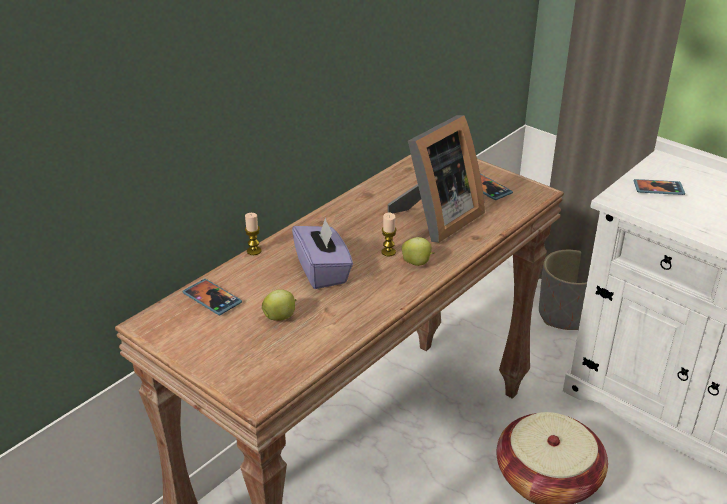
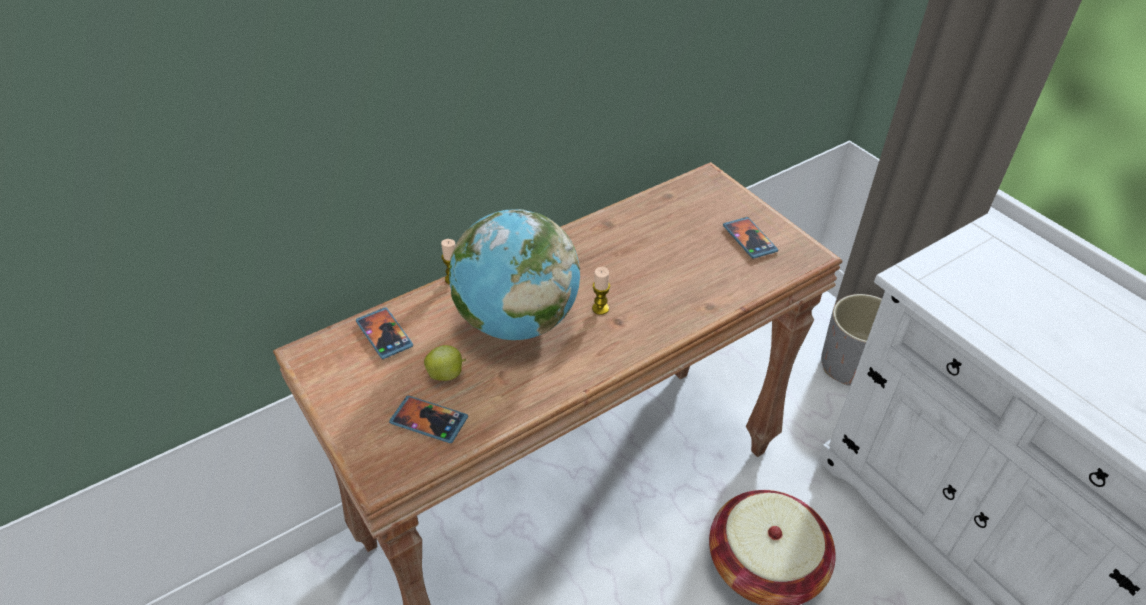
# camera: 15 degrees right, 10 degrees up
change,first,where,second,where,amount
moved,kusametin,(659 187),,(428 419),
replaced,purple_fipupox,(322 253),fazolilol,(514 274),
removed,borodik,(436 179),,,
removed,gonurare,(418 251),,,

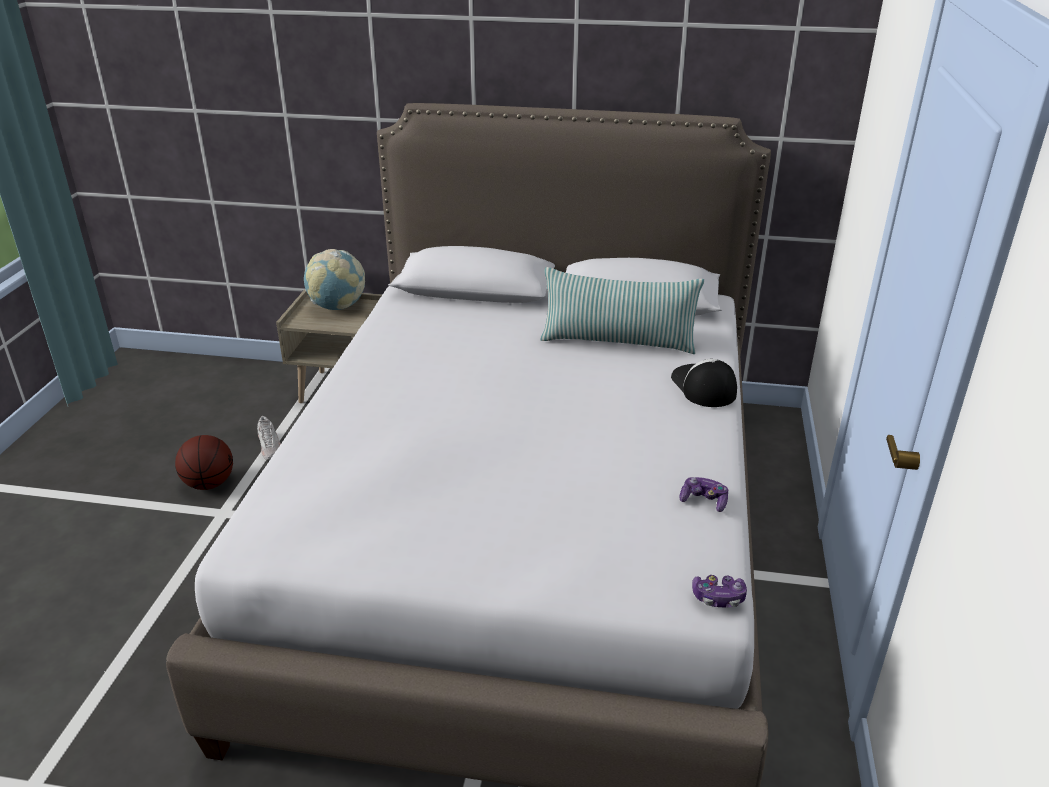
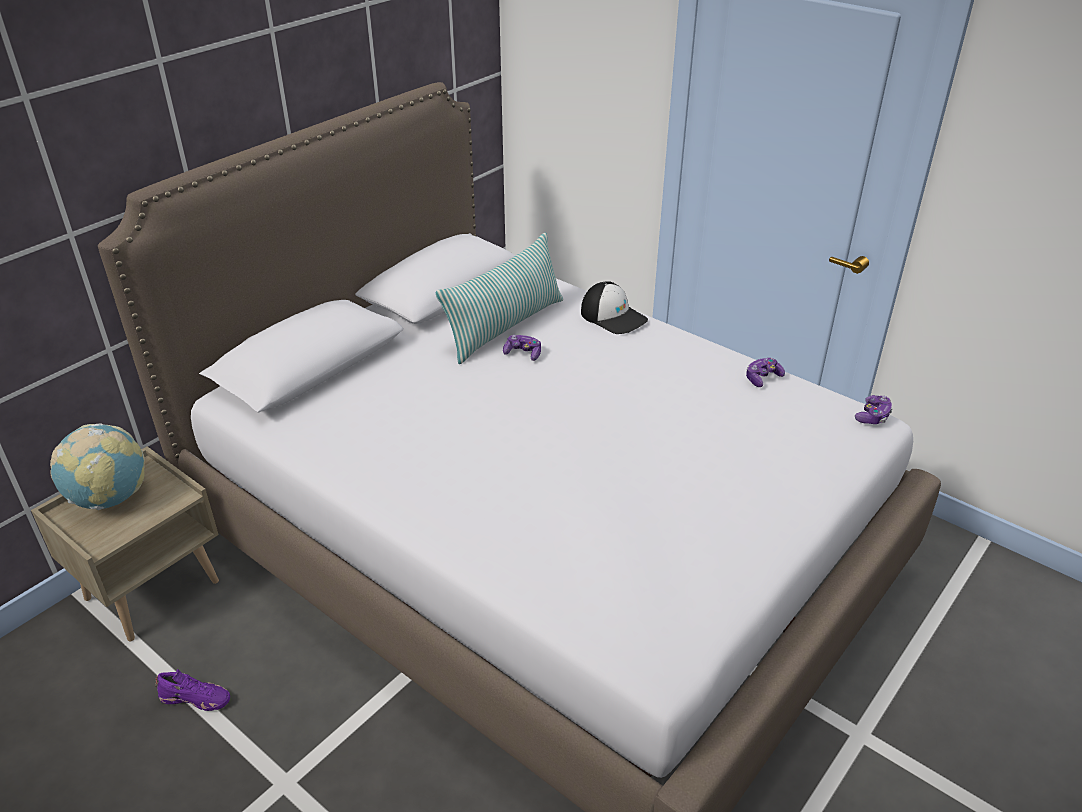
# camera: 60 degrees left, 5 degrees up
change,first,where,second,where,amount
recoloured,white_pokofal,(269 438),purple_pokofal,(192 690),
added,,,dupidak,(522 348),
turned,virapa,(704 383),,(614 307),150 degrees counterclockwise
removed,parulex,(204 462),,,

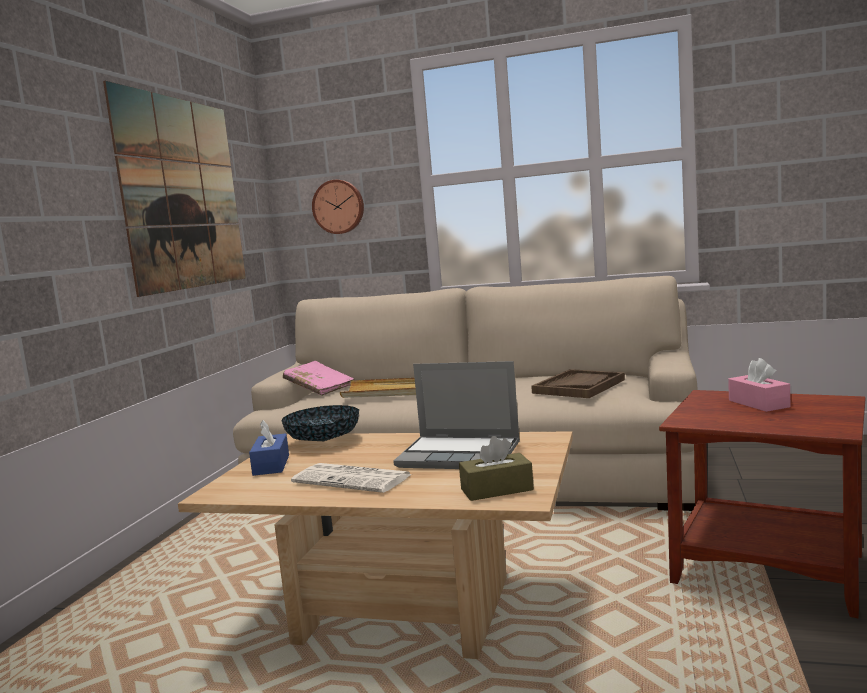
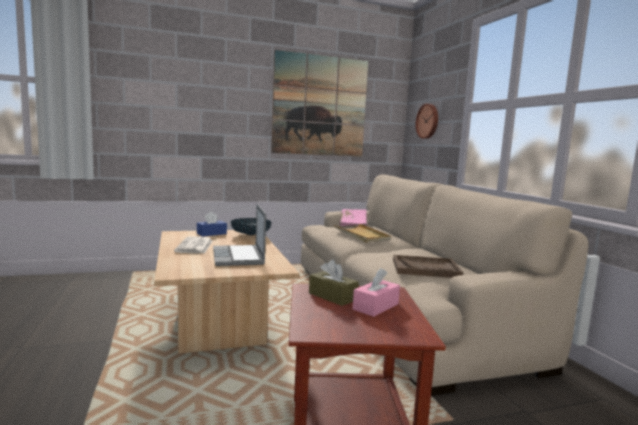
# camera: 55 degrees right, 0 degrees up
change,first,where,second,where,amount
moved,brown_fipupox,(496 468),,(334 283),

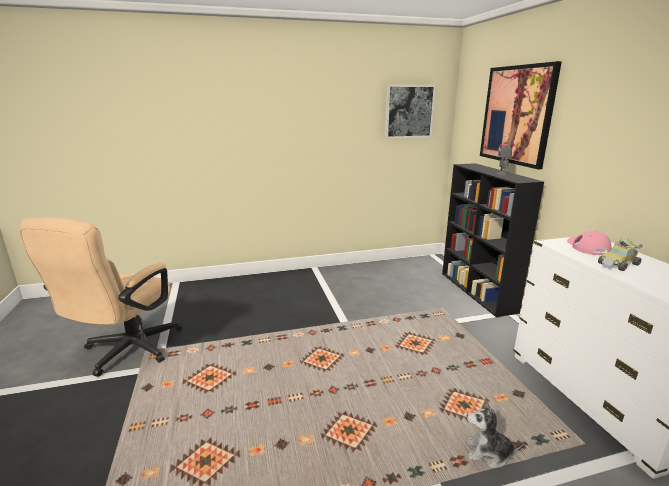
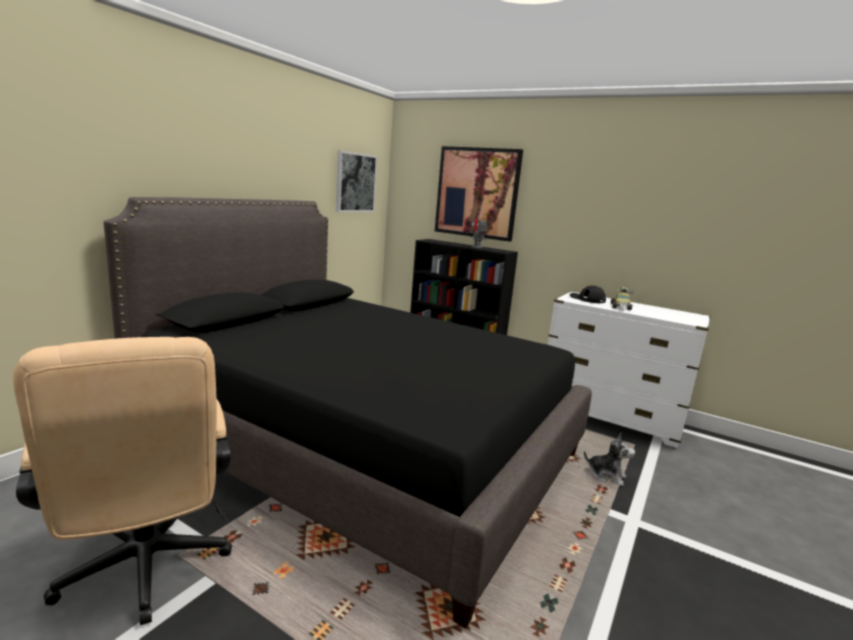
# camera: 45 degrees left, 5 degrees down
change,first,where,second,where,amount
added,,,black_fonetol,(348 412),
recoloured,pink_virapa,(589 243),black_virapa,(588 294),
turned,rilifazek,(495 434),,(610 459),120 degrees counterclockwise

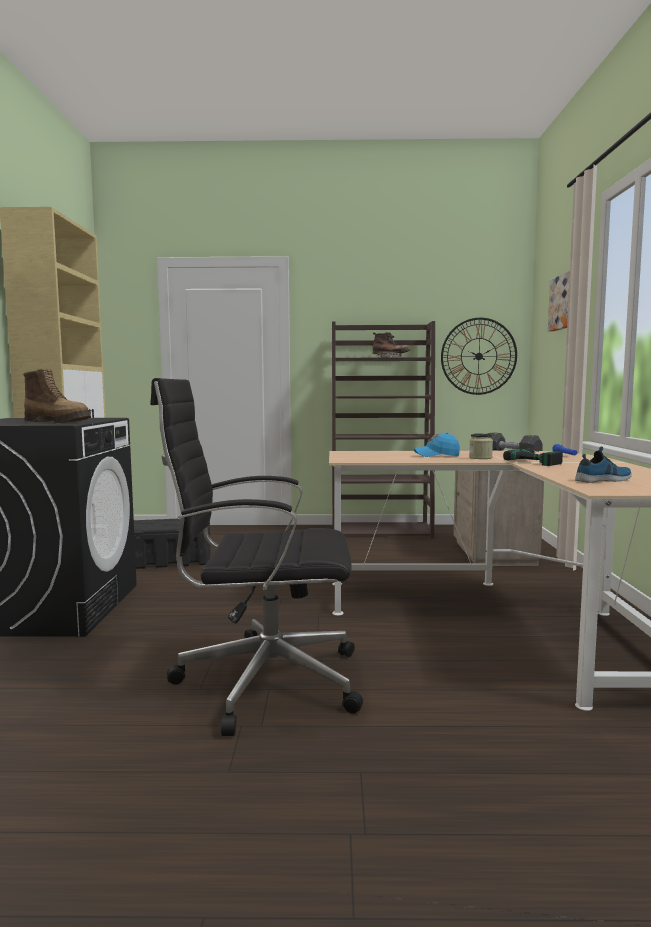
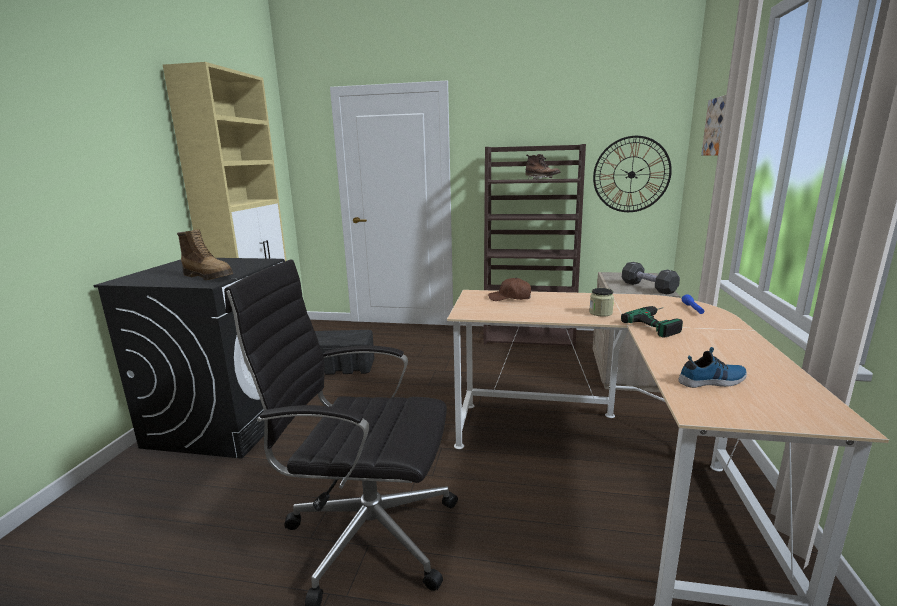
# camera: 10 degrees right, 10 degrees up
change,first,where,second,where,amount
added,,,brown_virapa,(509 289),
removed,blue_virapa,(437 445),,,

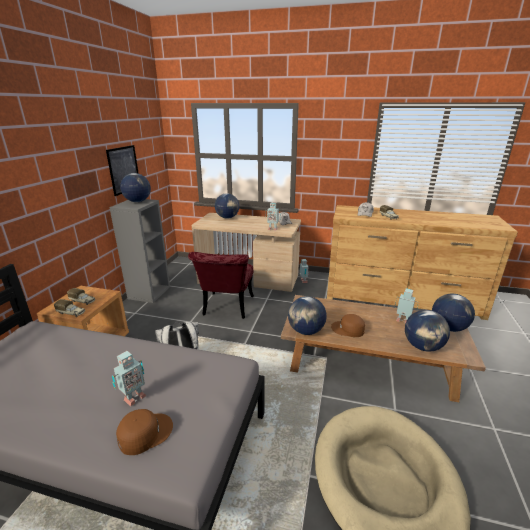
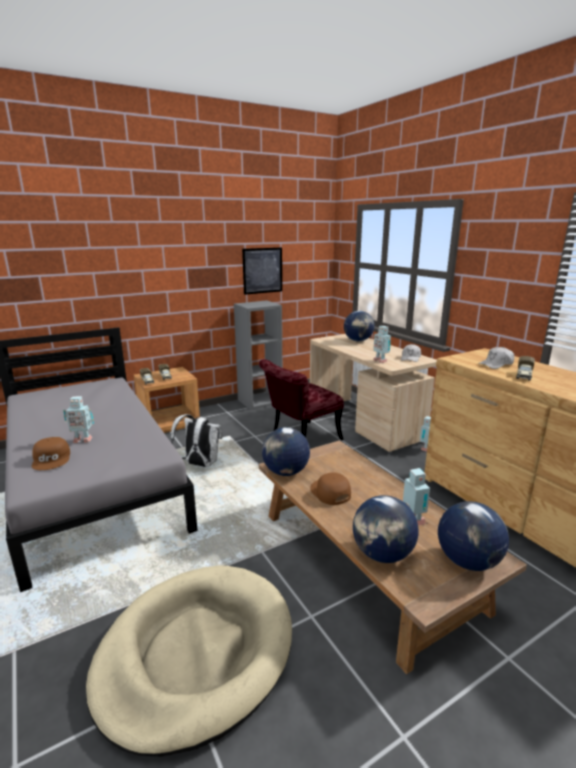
# camera: 45 degrees right, 5 degrees down
change,first,where,second,where,amount
turned,brown_virapa,(144 432),,(51 453),60 degrees clockwise
removed,fazolilol,(135 187),,,

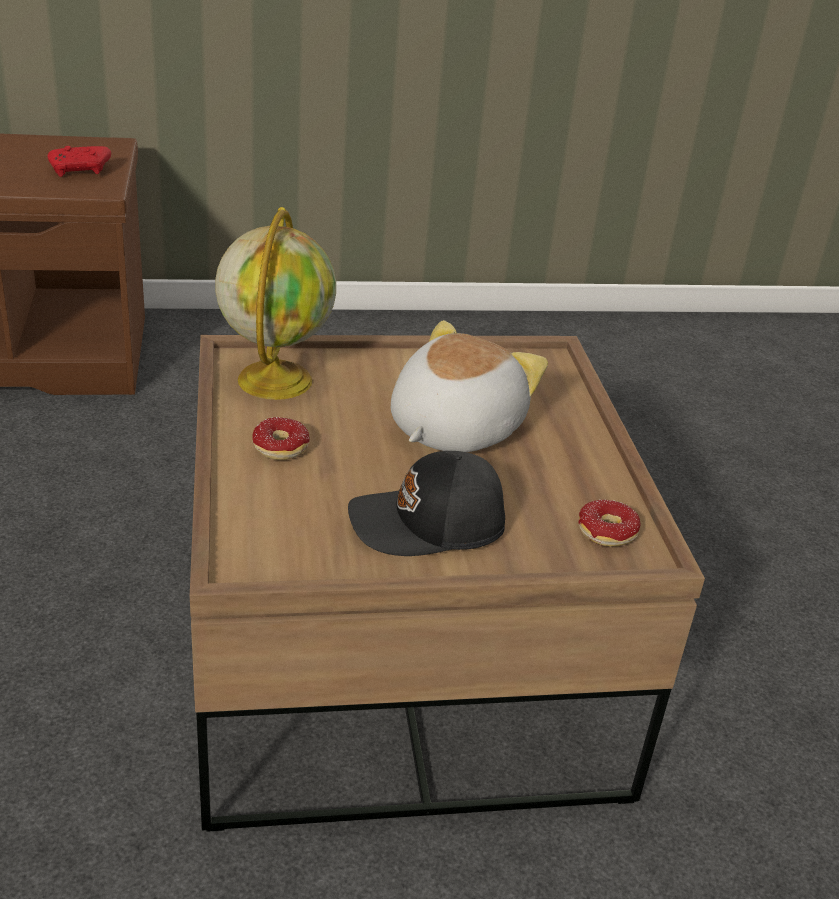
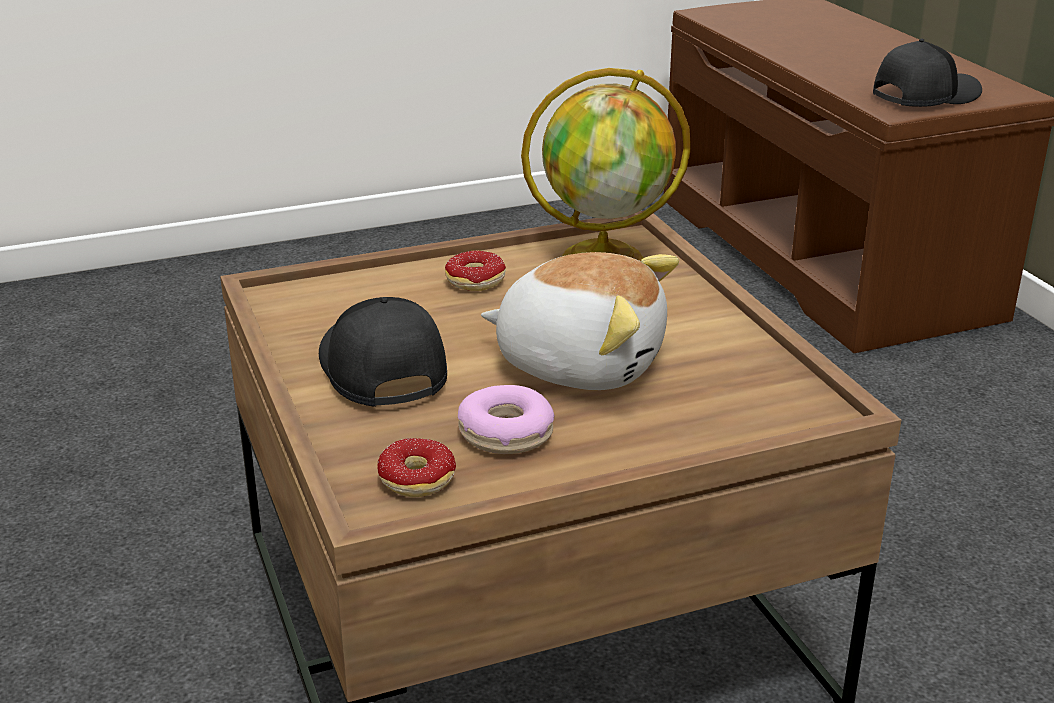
# camera: 80 degrees right, 5 degrees down
change,first,where,second,where,amount
added,,,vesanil,(506 419),
replaced,red_dupidak,(79 161),black_virapa,(927 73),

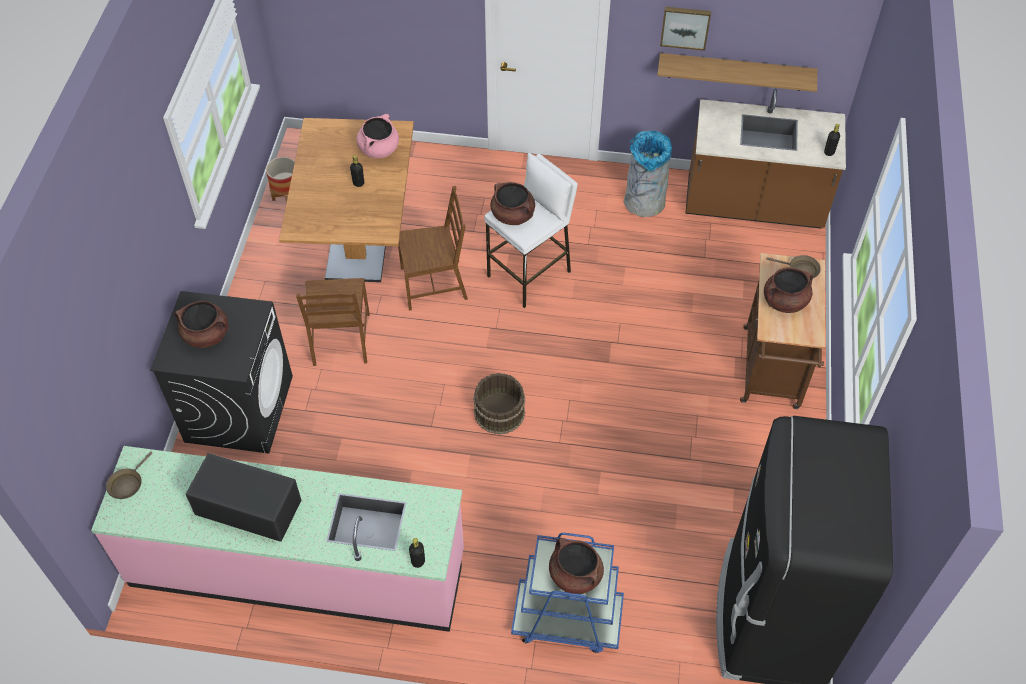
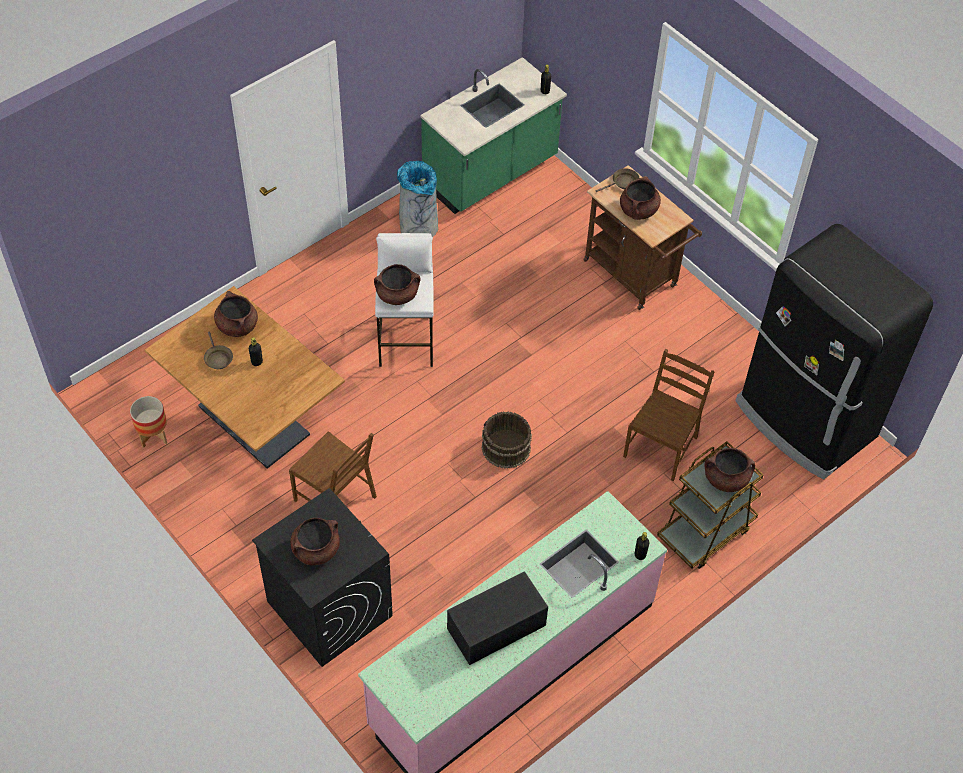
# camera: 50 degrees left, 0 degrees up
change,first,where,second,where,amount
moved,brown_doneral,(129 475),,(218 350),
recoloured,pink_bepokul,(378 136),brown_bepokul,(236 314),
recoloured,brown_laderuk,(765 158),green_laderuk,(493 135),
moved,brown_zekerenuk,(433 248),,(669 415),
recoloured,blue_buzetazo,(567 593),brown_buzetazo,(710 505),
removed,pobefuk,(737 72),,,
removed,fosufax,(685 29),,,

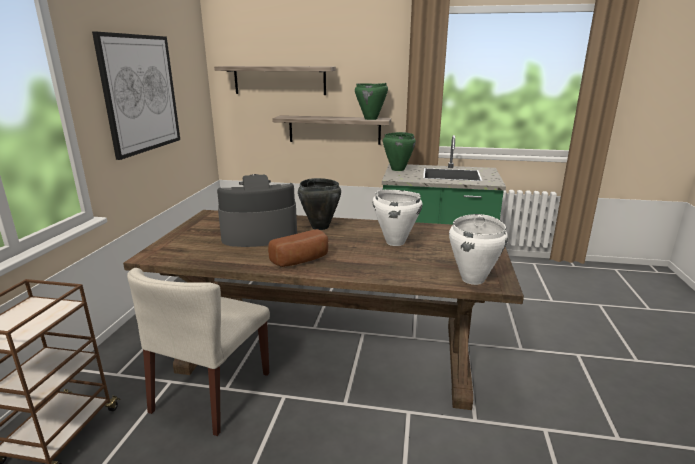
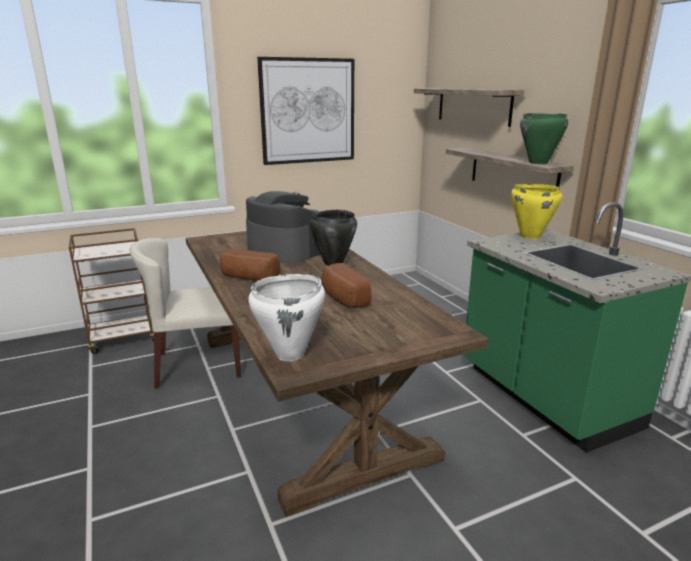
# camera: 55 degrees right, 0 degrees up
change,first,where,second,where,amount
replaced,white_bepokul,(398 218),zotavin,(346 285),
recoloured,green_bepokul,(399 151),yellow_bepokul,(536 211),

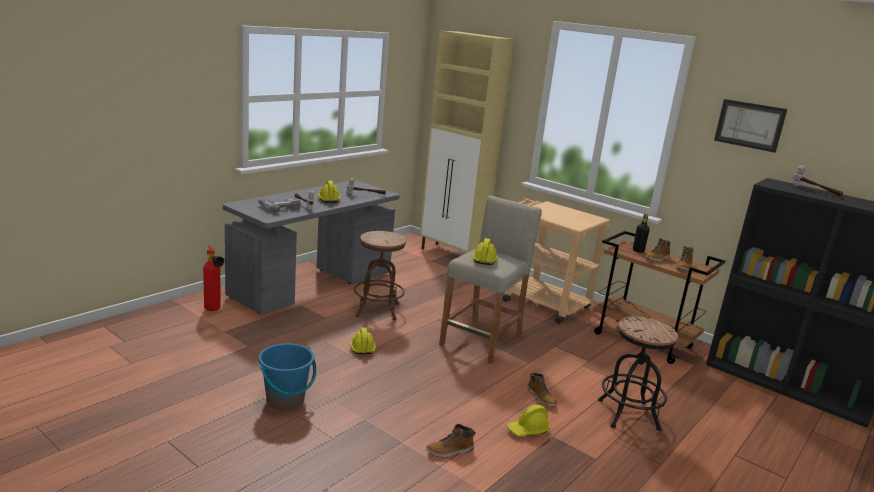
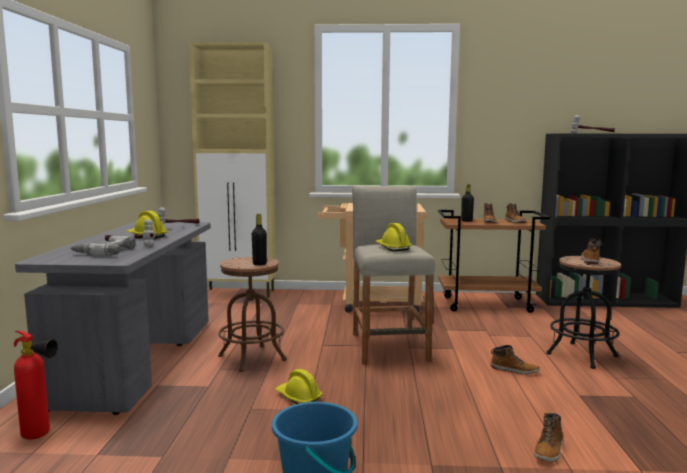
# camera: 35 degrees left, 10 degrees down
change,first,where,second,where,amount
added,,,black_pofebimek,(259 239),
added,,,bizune,(590 251),
removed,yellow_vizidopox,(529 420),,,
removed,fosufax,(750 126),,,

